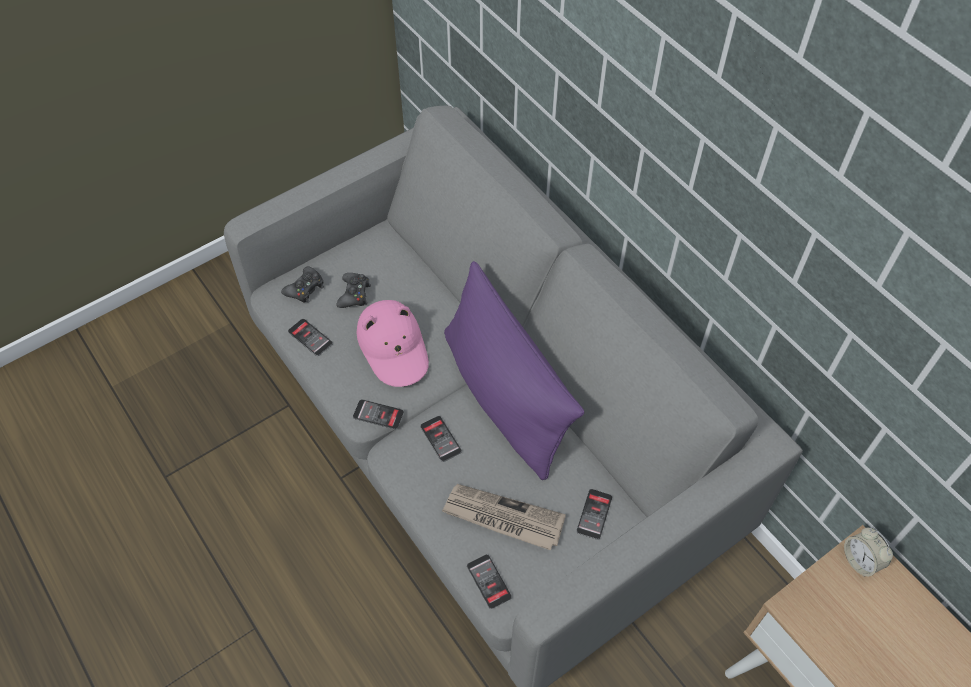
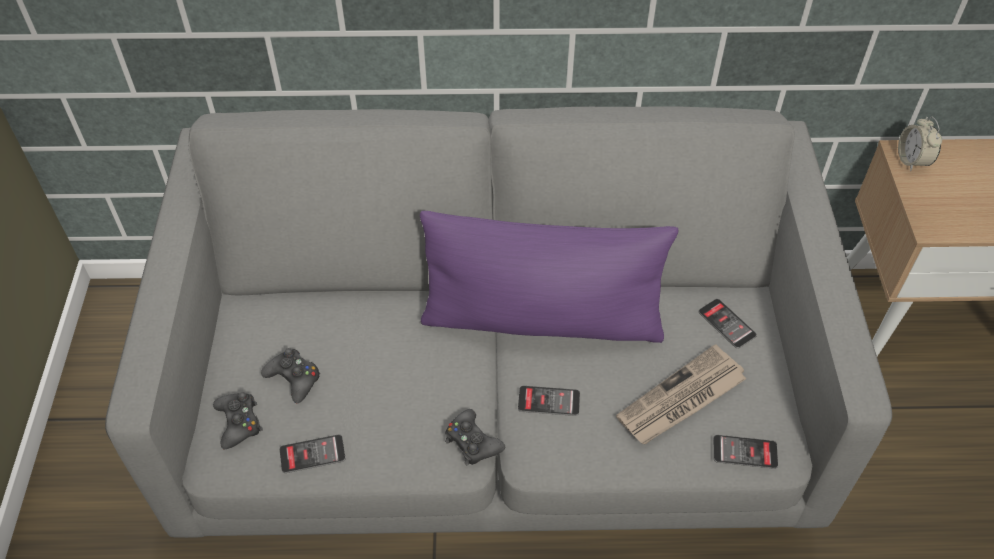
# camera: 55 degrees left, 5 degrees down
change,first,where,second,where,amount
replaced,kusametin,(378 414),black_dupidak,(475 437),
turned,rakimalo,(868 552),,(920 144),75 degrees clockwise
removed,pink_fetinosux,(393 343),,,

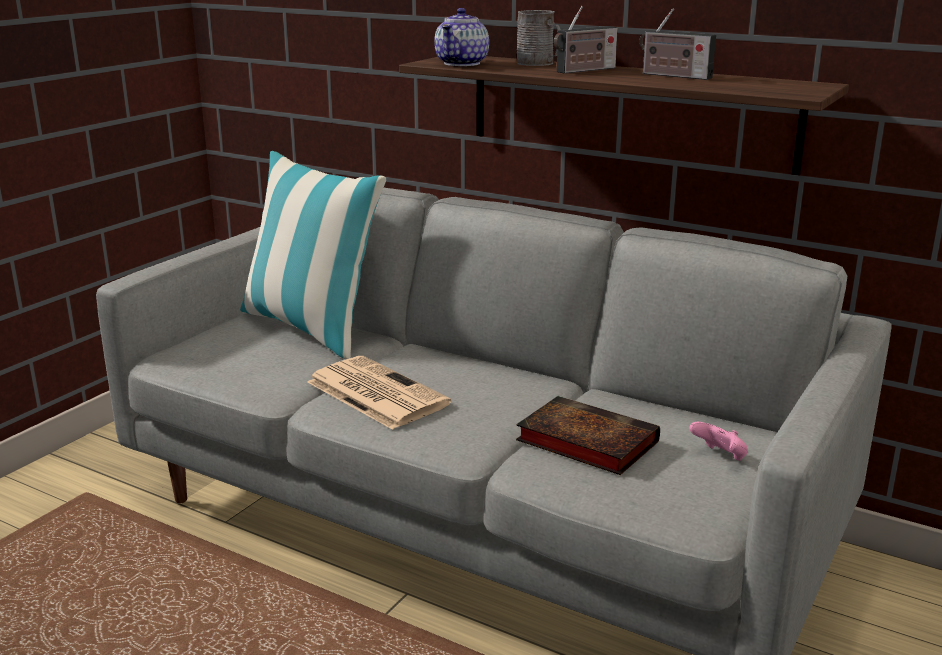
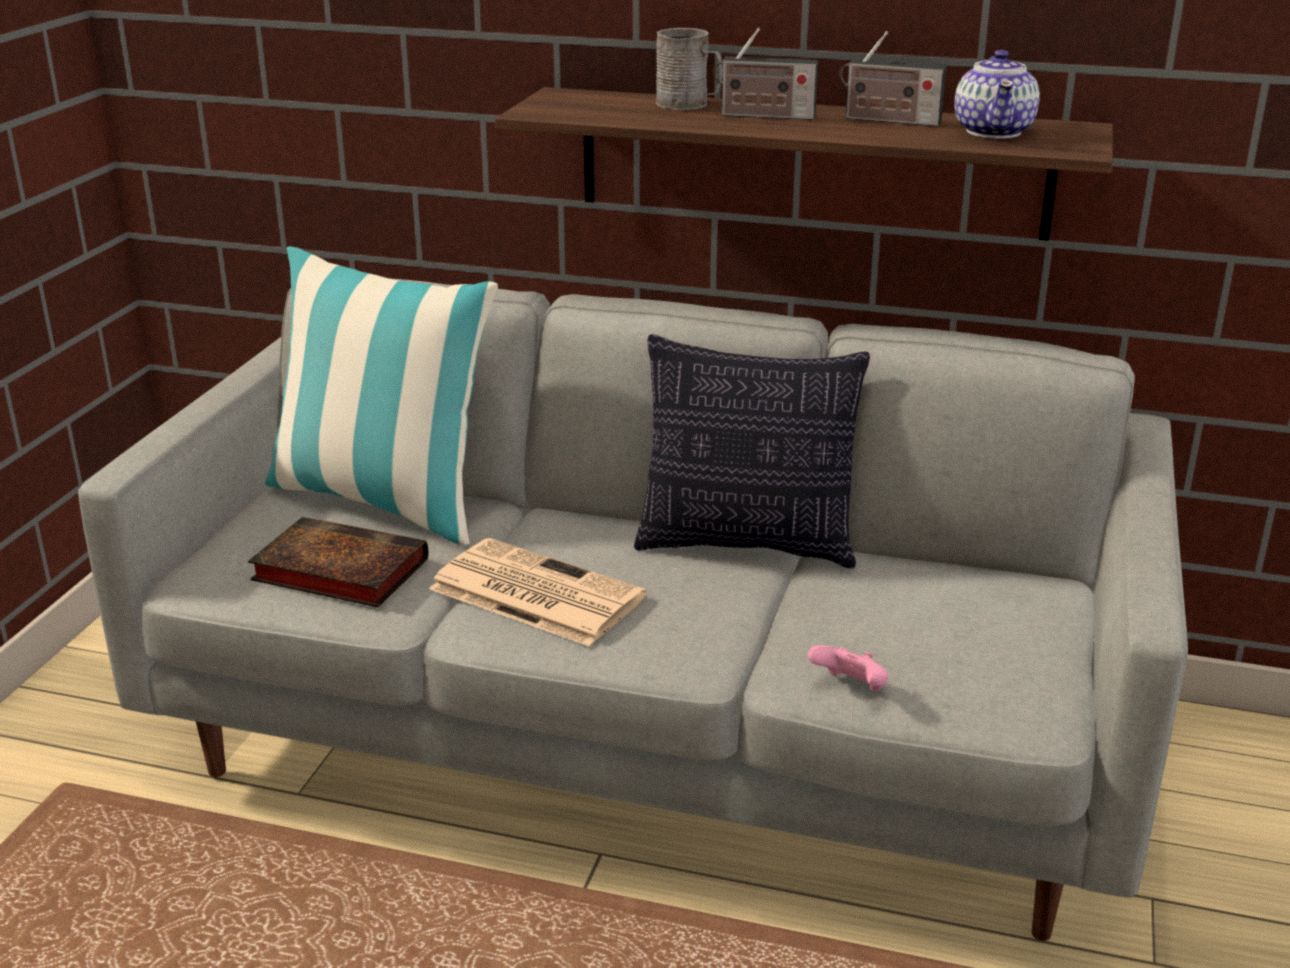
# camera: 15 degrees left, 5 degrees up
change,first,where,second,where,amount
moved,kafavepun,(588 435),,(338 562),
added,,,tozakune,(752 451),
turned,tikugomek,(586 40),,(765 74),60 degrees clockwise
moved,pink_dupidak,(718 441),,(848 668),
moved,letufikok,(461 37),,(997 94),

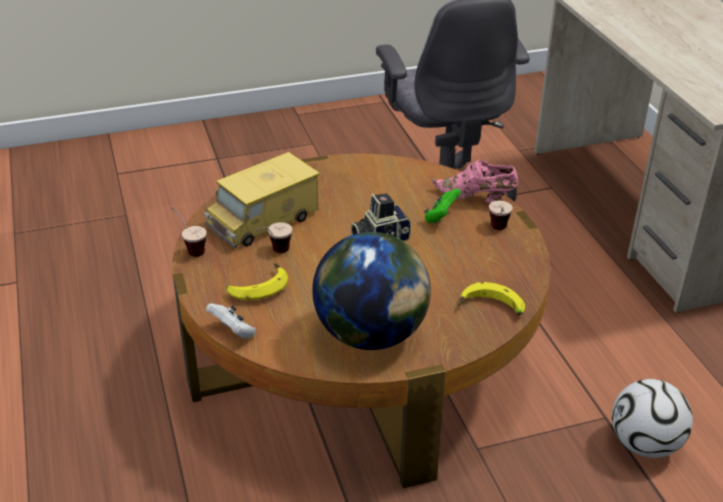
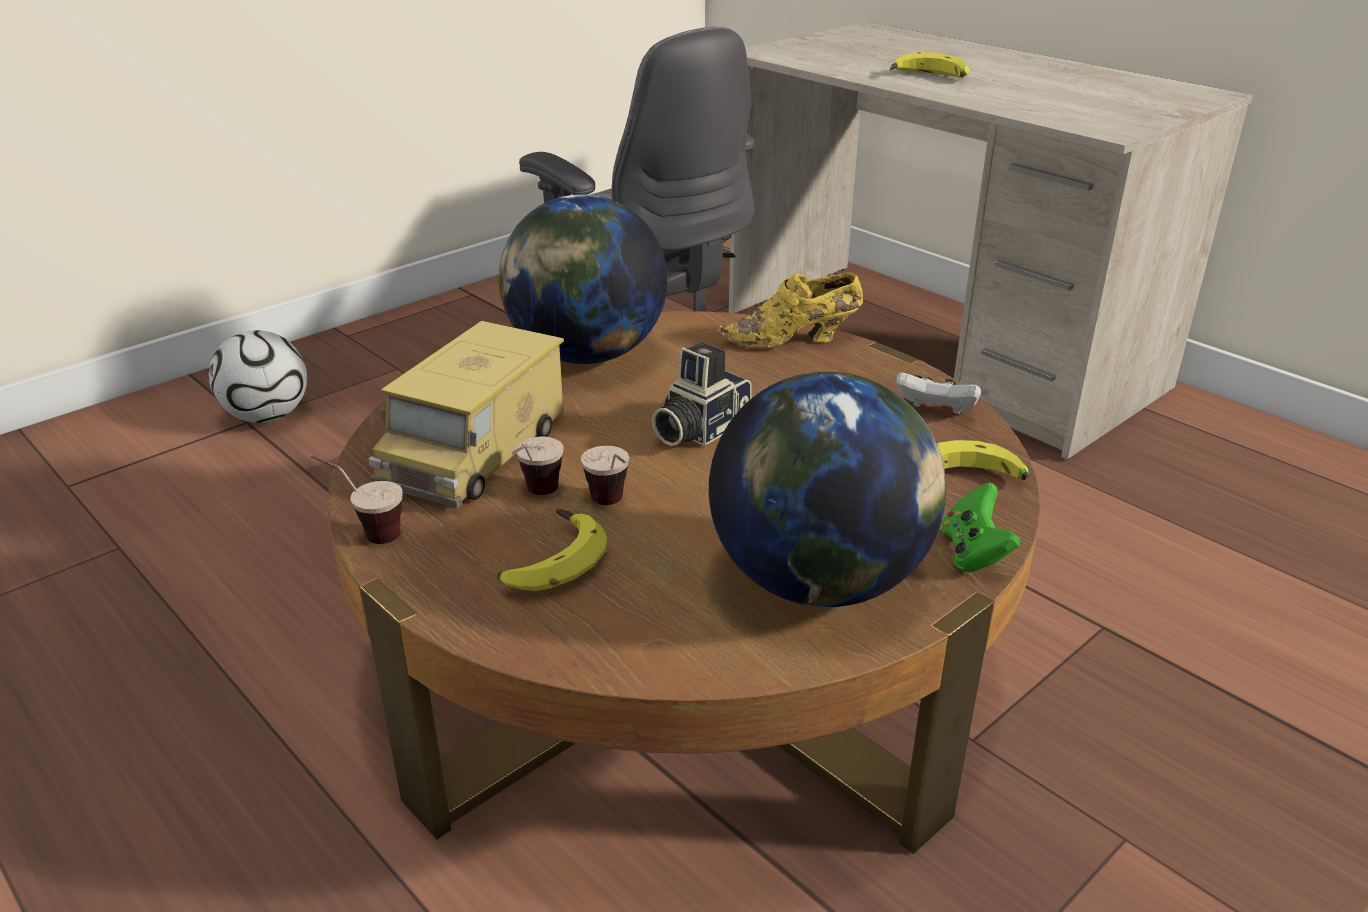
# camera: 25 degrees left, 5 degrees down
change,first,where,second,where,amount
moved,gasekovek,(652 418),,(258 376),
added,,,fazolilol,(583 279),
moved,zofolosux,(501 215),,(605 475),
recoloured,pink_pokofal,(474 181),yellow_pokofal,(789 311),
added,,,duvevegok,(930 65),
moved,white_dupidak,(231 321),,(938 393),
moved,green_dupidak,(442 205),,(981 527),

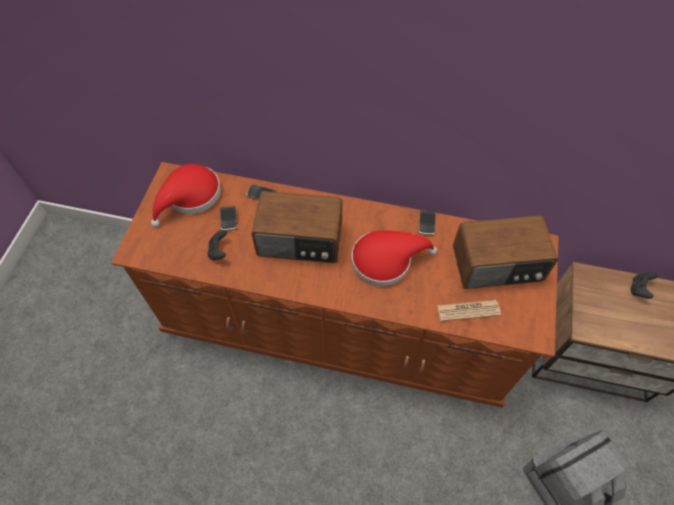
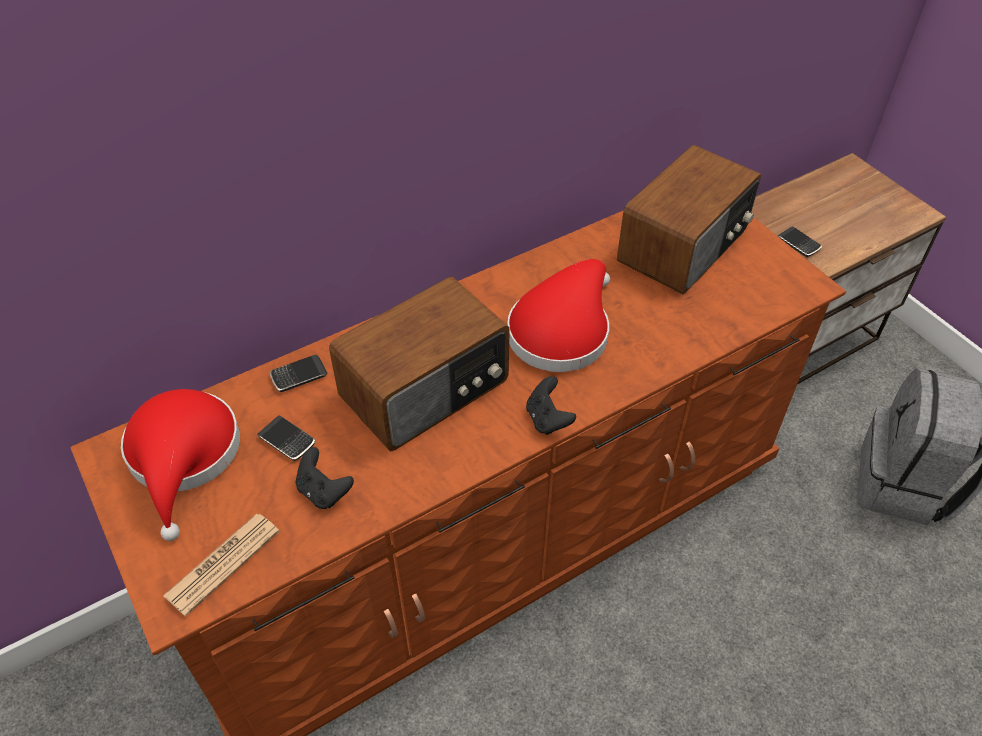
# camera: 45 degrees left, 10 degrees down
change,first,where,second,where,amount
moved,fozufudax,(469 310),,(221 565),
moved,black_dupidak,(644 285),,(551 405),
moved,kusametin,(427 223),,(799 242),

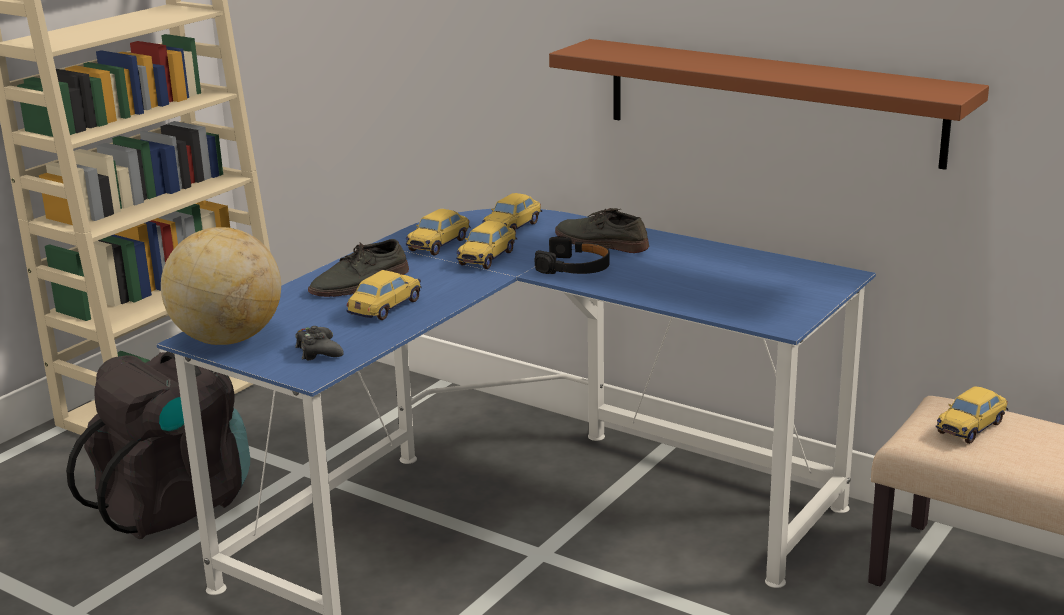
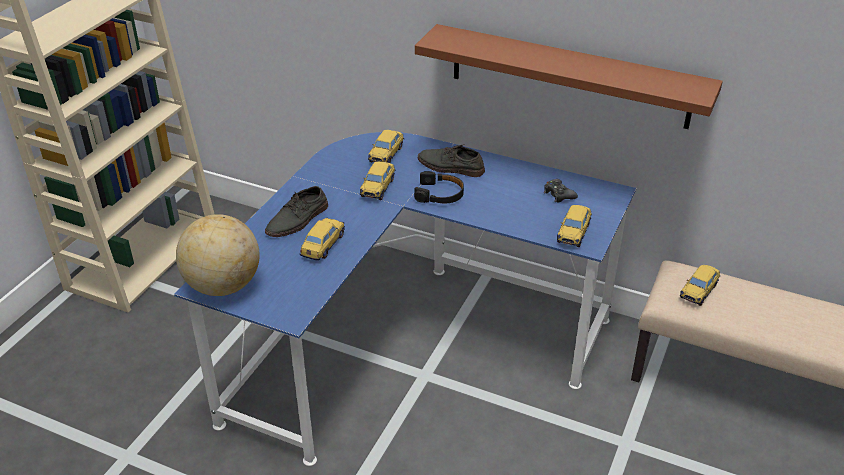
# camera: 10 degrees left, 15 degrees up
change,first,where,second,where,amount
moved,black_dupidak,(319 343),,(561 191),
moved,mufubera,(438 232),,(574 226),
removed,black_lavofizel,(158 445),,,

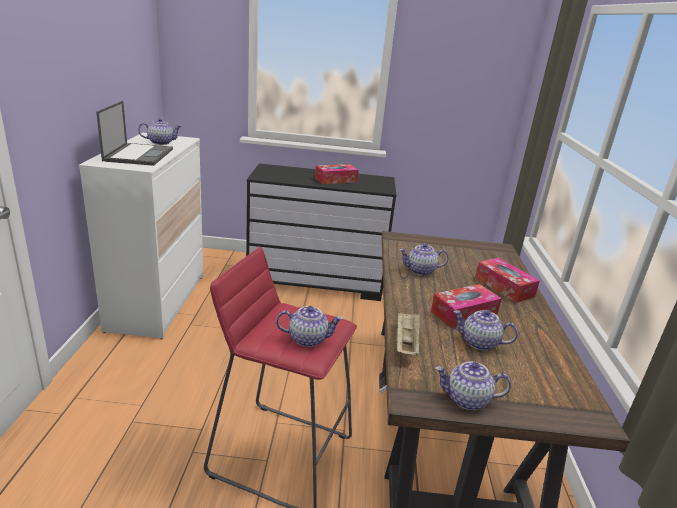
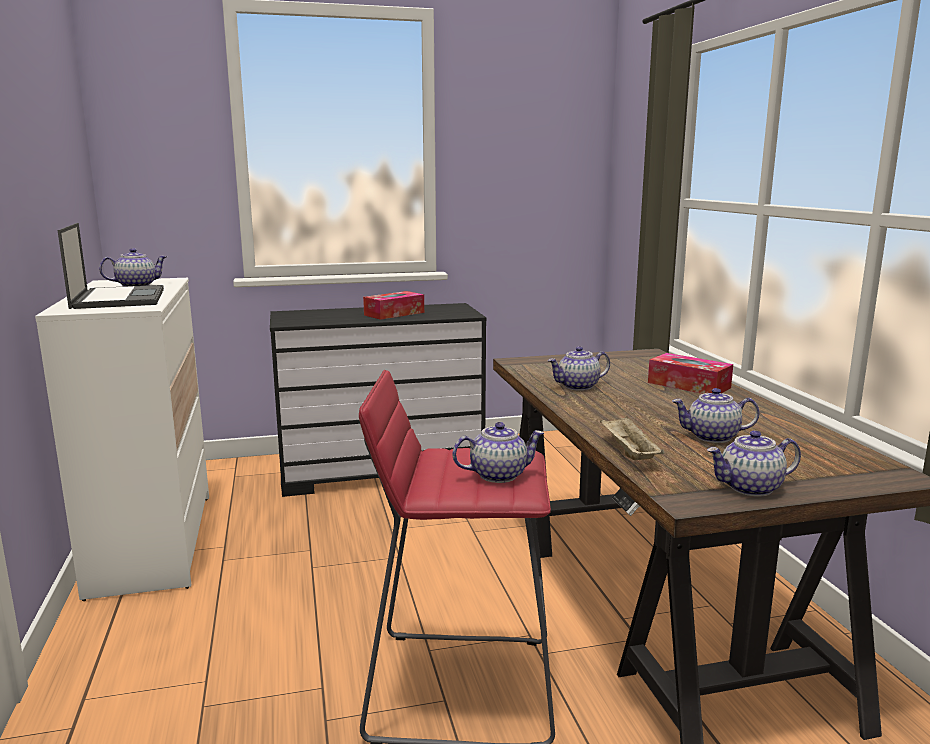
# camera: 15 degrees left, 10 degrees down
change,first,where,second,where,amount
removed,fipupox,(466 306),,,

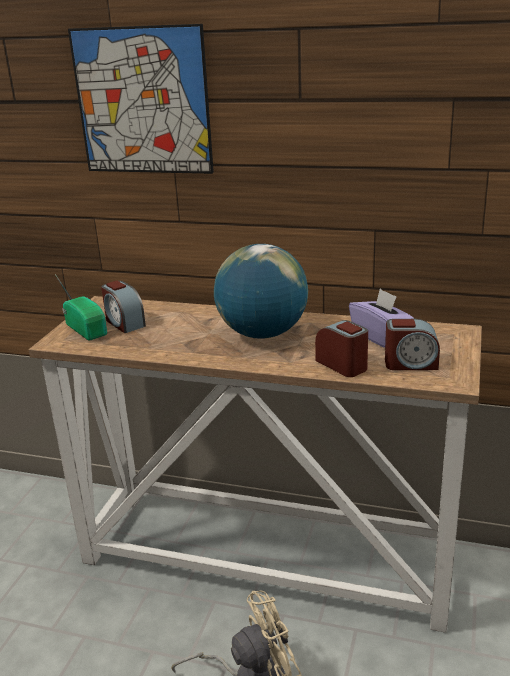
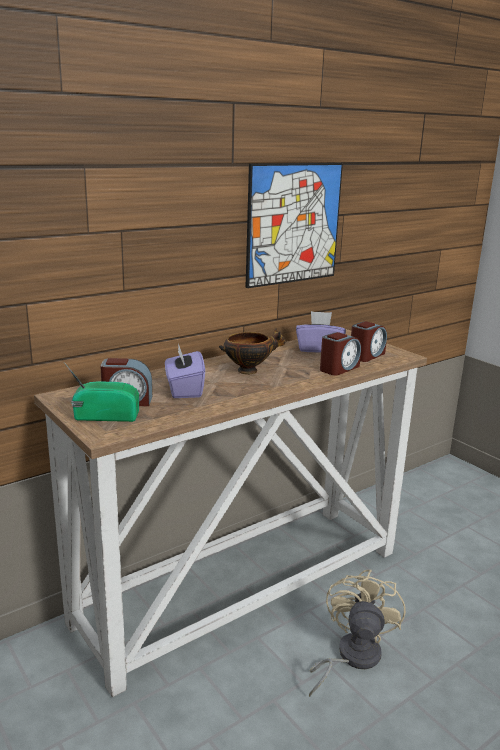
# camera: 55 degrees left, 5 degrees down
change,first,where,second,where,amount
added,,,purple_fipupox,(185 370),
replaced,fazolilol,(261 291),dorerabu,(252 351),
moved,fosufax,(141 99),,(294 225),
turned,rakimalo,(341 348),,(340 353),135 degrees clockwise

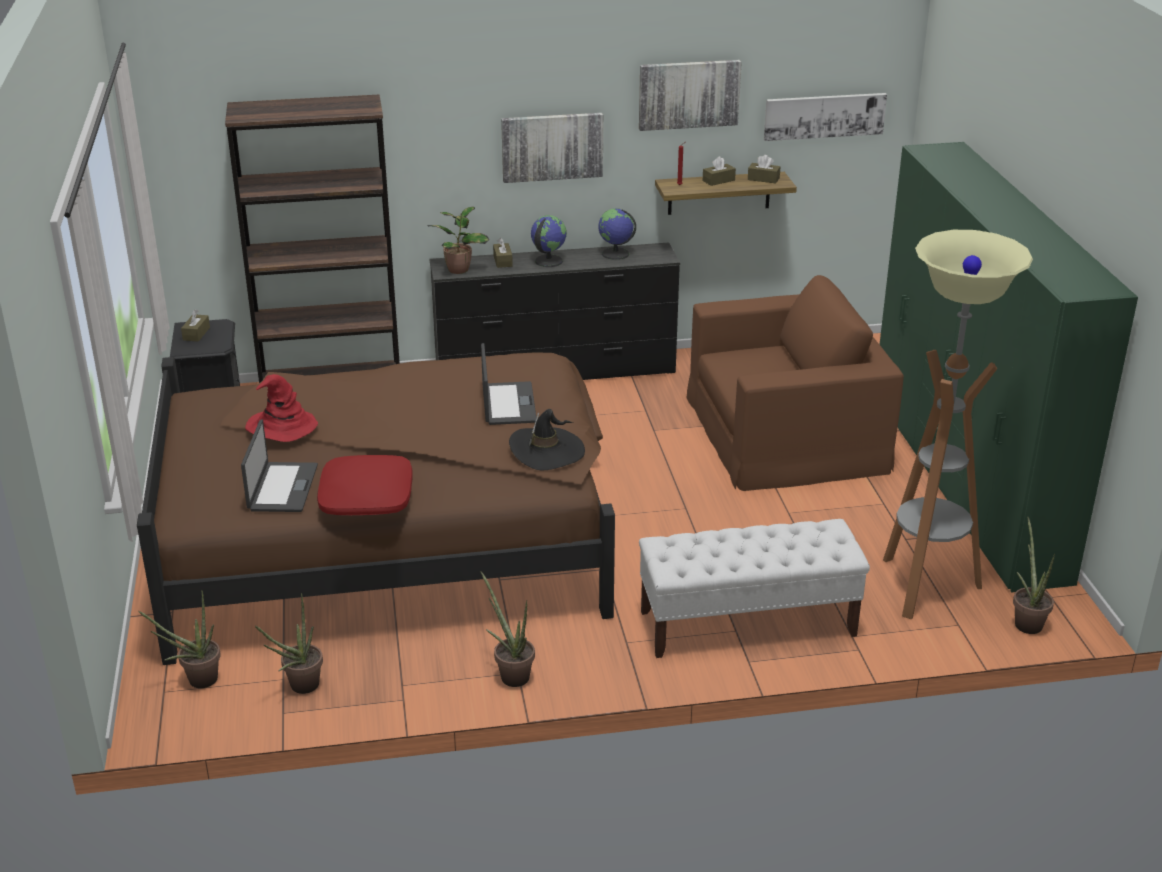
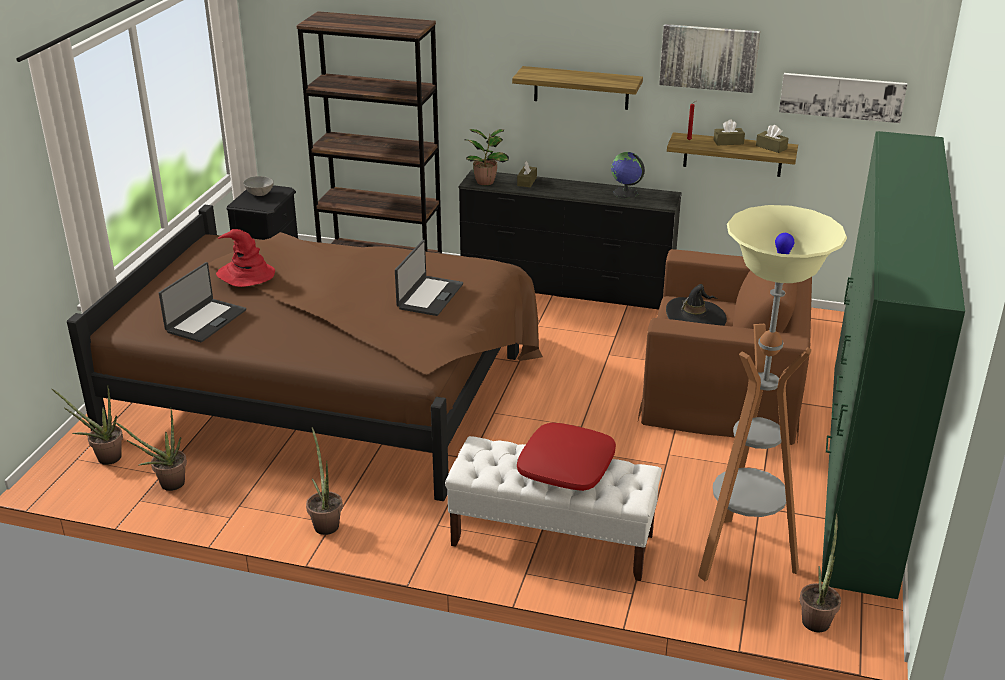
# camera: 25 degrees right, 0 degrees up
change,first,where,second,where,amount
replaced,brown_fipupox,(195 325),grey_dorerabu,(258 186),
replaced,fosufax,(552 148),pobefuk,(577 88),
moved,red_tozakune,(365 485),,(566 457),
moved,black_fetinosux,(547 440),,(696 305),
removed,fazolilol,(549 241),,,

